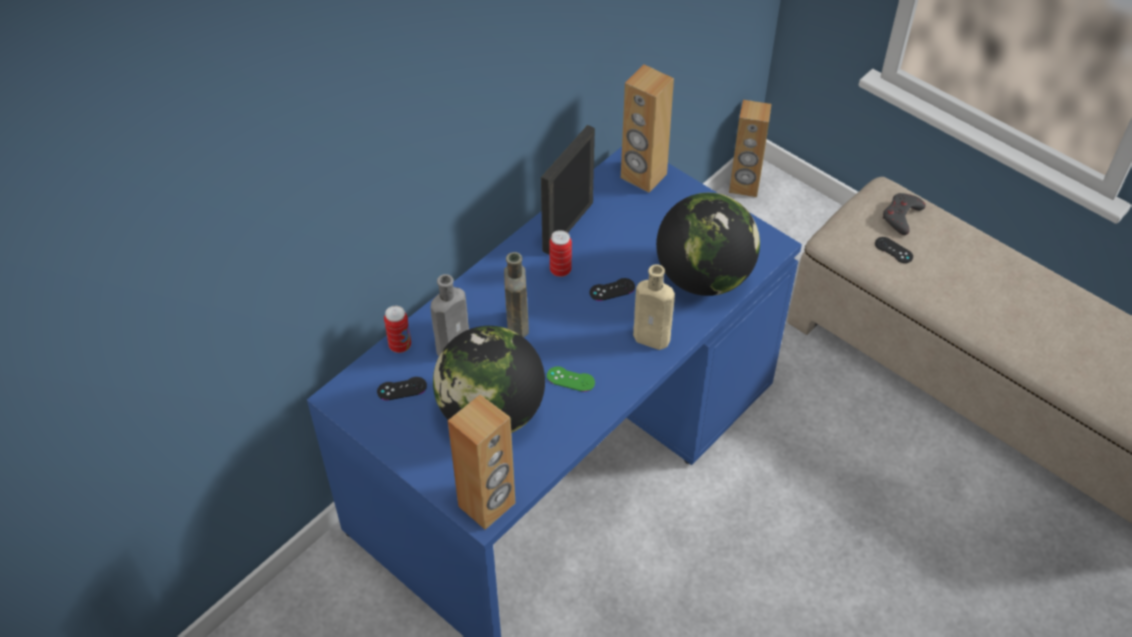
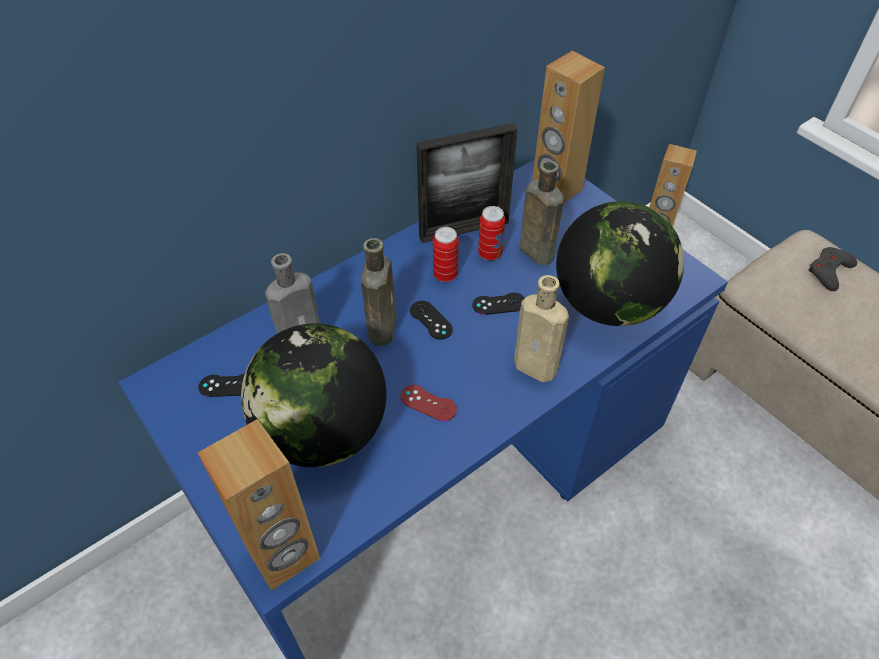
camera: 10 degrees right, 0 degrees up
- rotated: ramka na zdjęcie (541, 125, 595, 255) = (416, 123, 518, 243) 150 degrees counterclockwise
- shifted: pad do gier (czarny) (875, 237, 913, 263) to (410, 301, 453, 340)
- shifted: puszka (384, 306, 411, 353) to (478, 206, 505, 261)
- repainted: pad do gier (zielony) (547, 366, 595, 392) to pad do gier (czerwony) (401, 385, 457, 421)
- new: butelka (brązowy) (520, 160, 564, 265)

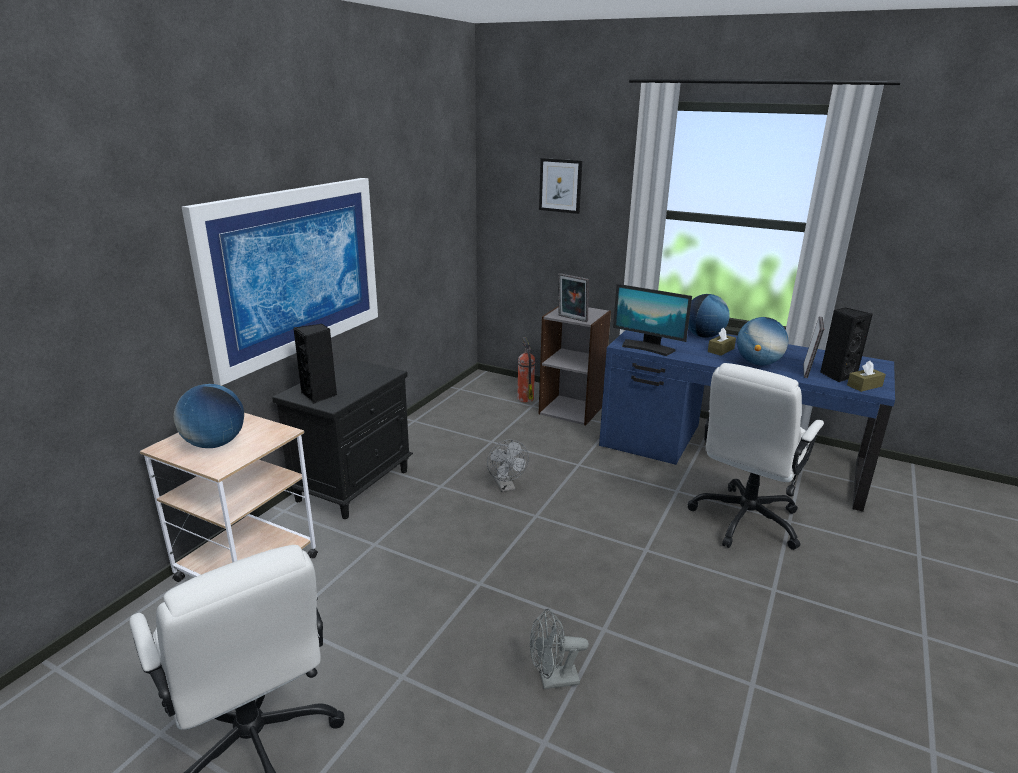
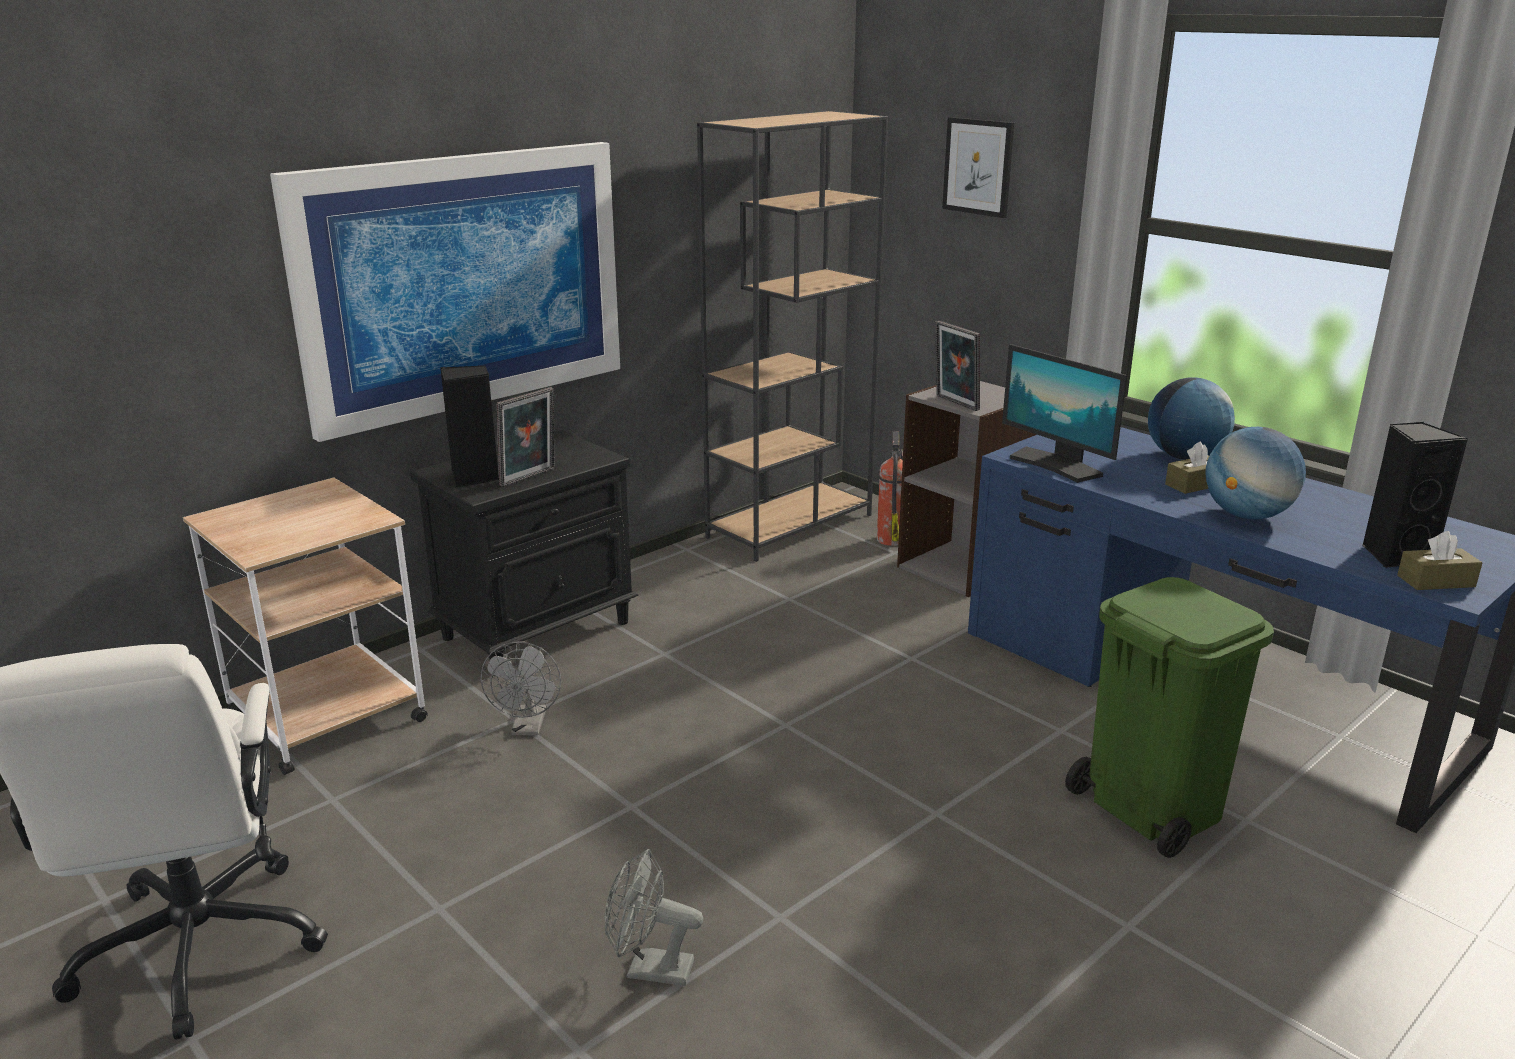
camera: 20 degrees right, 0 degrees up
- shifted: ramka na zdjęcie (803, 316, 824, 378) to (497, 387, 555, 487)
- swapped: krzesło biurowe (biały) (687, 363, 824, 550) to kosz na śmieci (zielony) (1065, 577, 1274, 858)
- gone: globus (174, 384, 244, 448)
- shifted: wentylator (szary) (487, 440, 529, 492) to (480, 641, 561, 735)
- new: regał (697, 111, 888, 562)

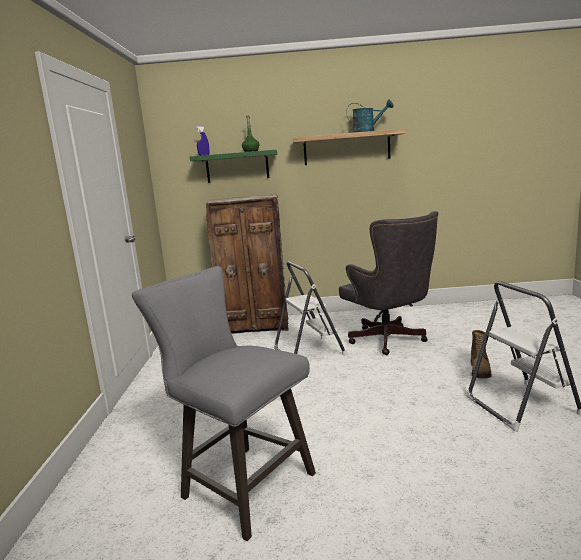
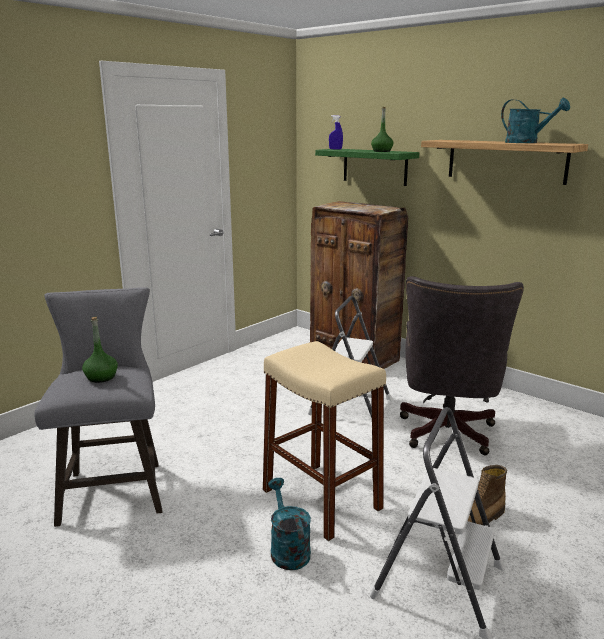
camera: 40 degrees right, 5 degrees up
- new: butelka (zielony) (82, 317, 118, 383)
- new: stołek (beżowy) (263, 341, 386, 541)
- new: konewka (turkusowy) (268, 478, 311, 570)

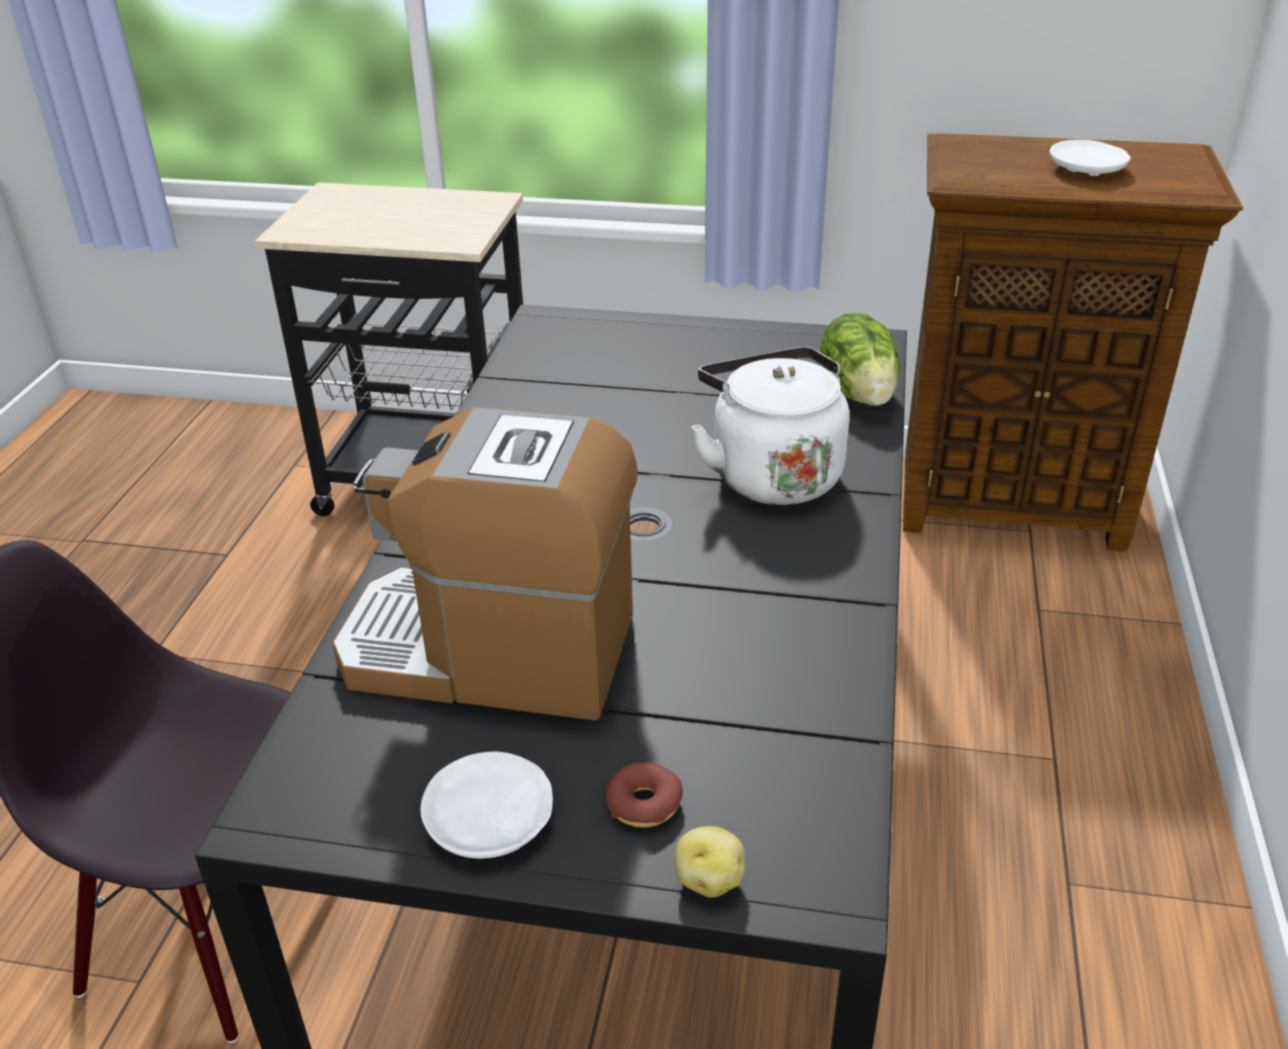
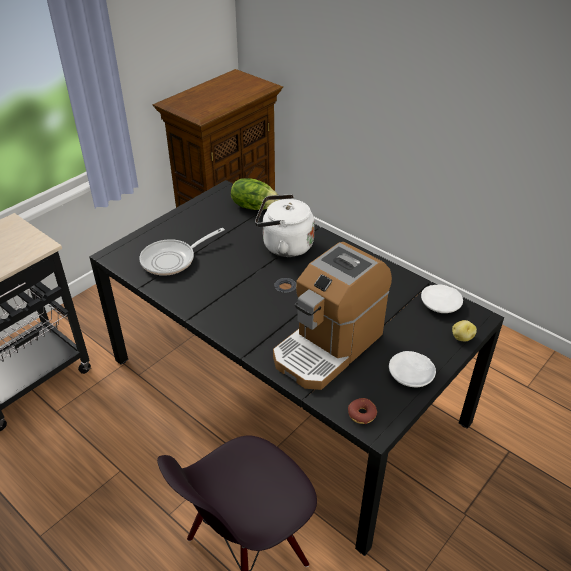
camera: 60 degrees left, 5 degrees up
- shifted: talerz (biały) (1050, 140, 1131, 176) to (421, 285, 463, 313)
- shifted: donut (606, 762, 683, 828) to (348, 398, 377, 424)
- new: patelnia (139, 228, 225, 276)

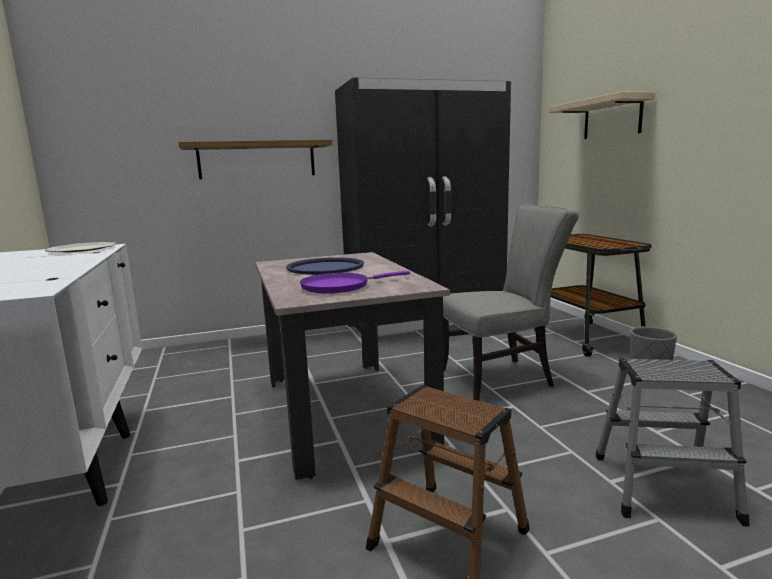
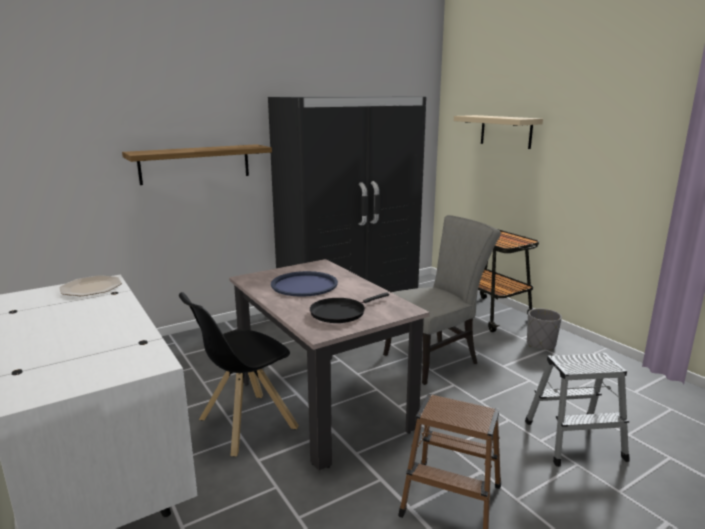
camera: 15 degrees left, 5 degrees up
- repainted: patelnia (fioletowy) (300, 271, 410, 294) to patelnia (czarny) (310, 292, 389, 323)
- new: krzesło (czarny) (179, 292, 299, 456)

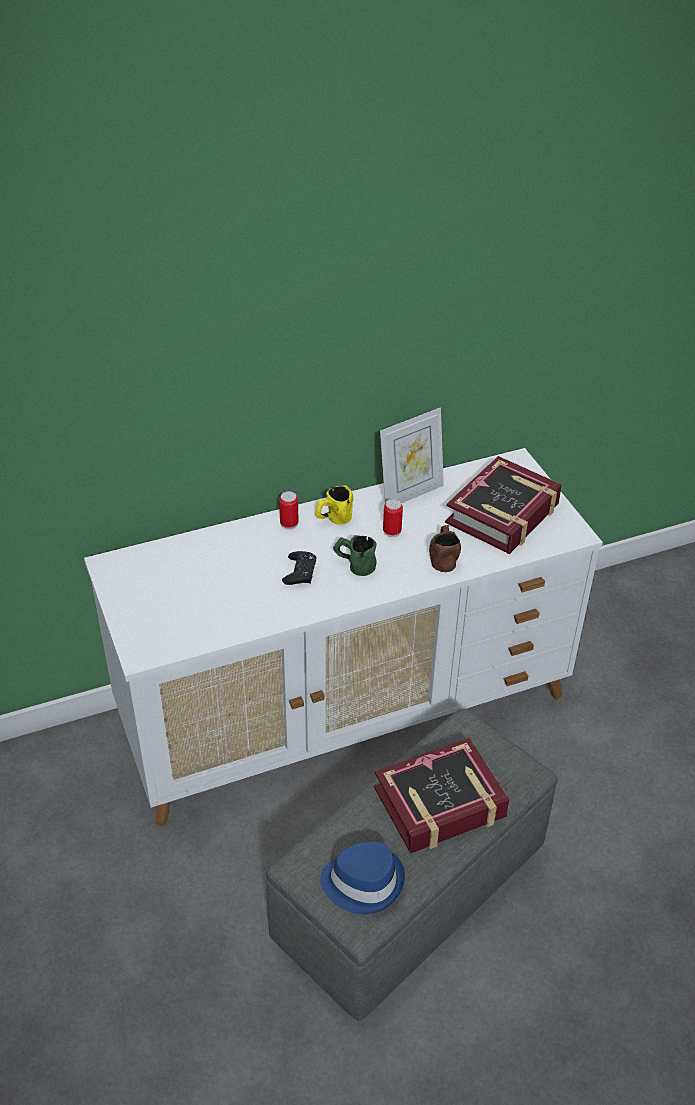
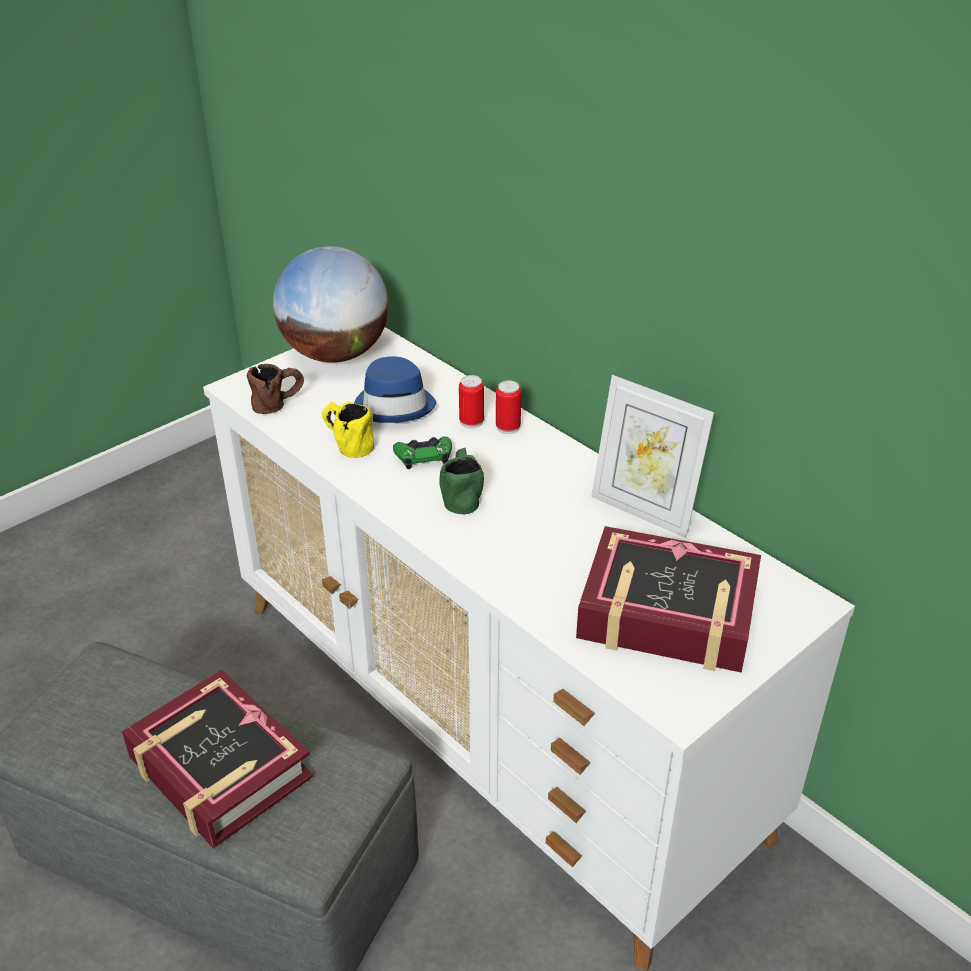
camera: 70 degrees right, 5 degrees down
- shifted: kubek (żółty) (316, 485, 354, 525) to (322, 402, 374, 458)
- shifted: puszka (383, 499, 403, 537) to (459, 375, 484, 428)
- shifted: kubek (brązowy) (429, 525, 461, 572) to (247, 364, 304, 414)
- repainted: pad do gier (czarny) (282, 551, 316, 585) to pad do gier (zielony) (393, 436, 452, 469)
- shifted: kapelusz (niebieski) (320, 842, 405, 914) to (354, 356, 436, 423)
- new: globus (273, 246, 389, 363)

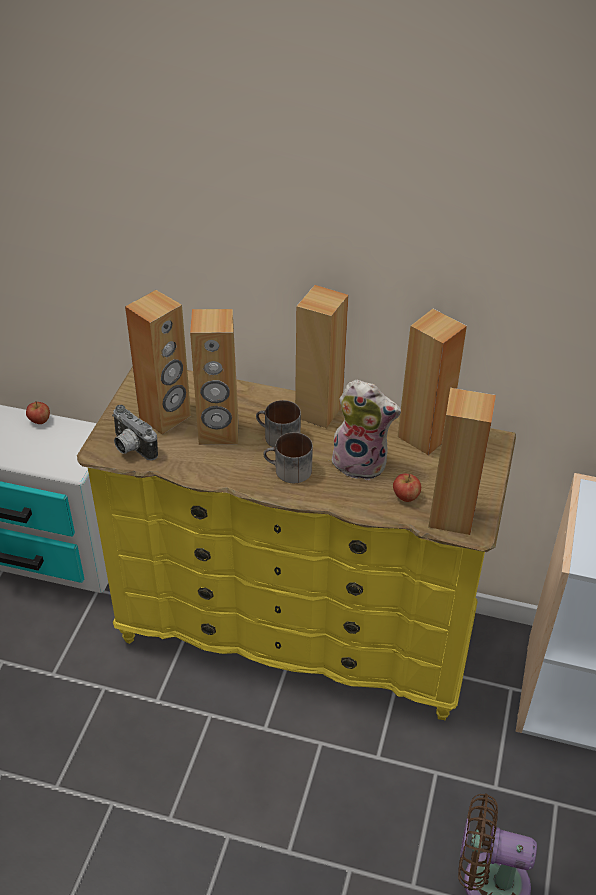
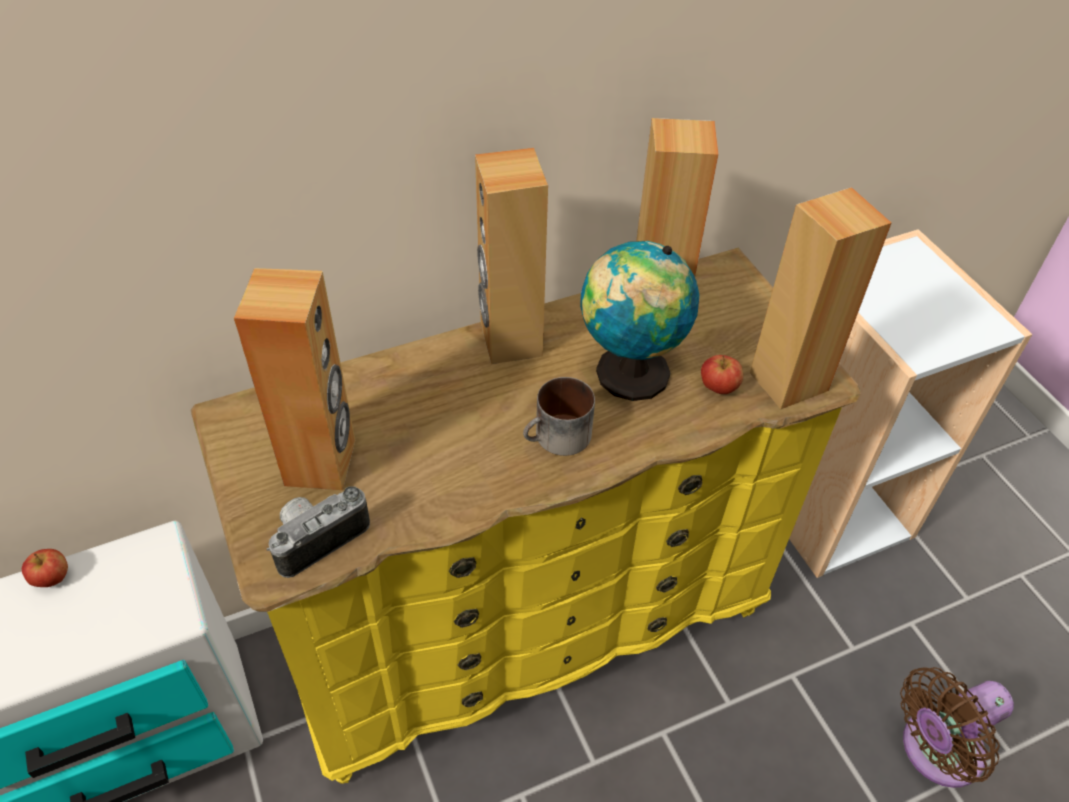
camera: 40 degrees left, 5 degrees up
- gone: głośnik (brązowy) (190, 309, 238, 445)
- swapped: pluszak (332, 380, 401, 480) to globus (580, 241, 699, 401)
- gone: kubek (256, 400, 301, 447)
- rotated: aparat fotograficzny (112, 405, 158, 460) = (267, 486, 370, 578) 135 degrees clockwise

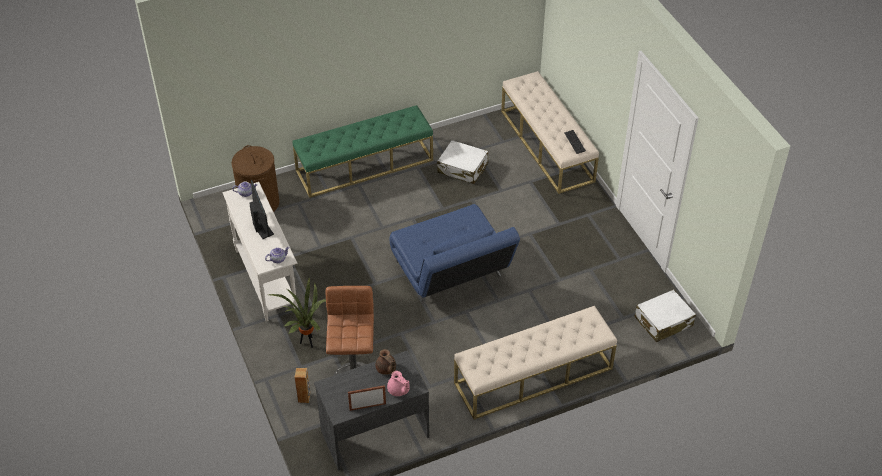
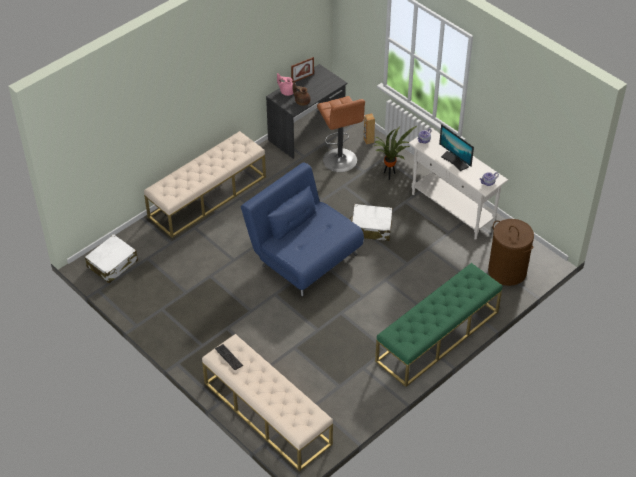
camera: 160 degrees right, 0 degrees up
- shifted: walizka (biały) (437, 140, 488, 184) to (350, 204, 392, 241)

